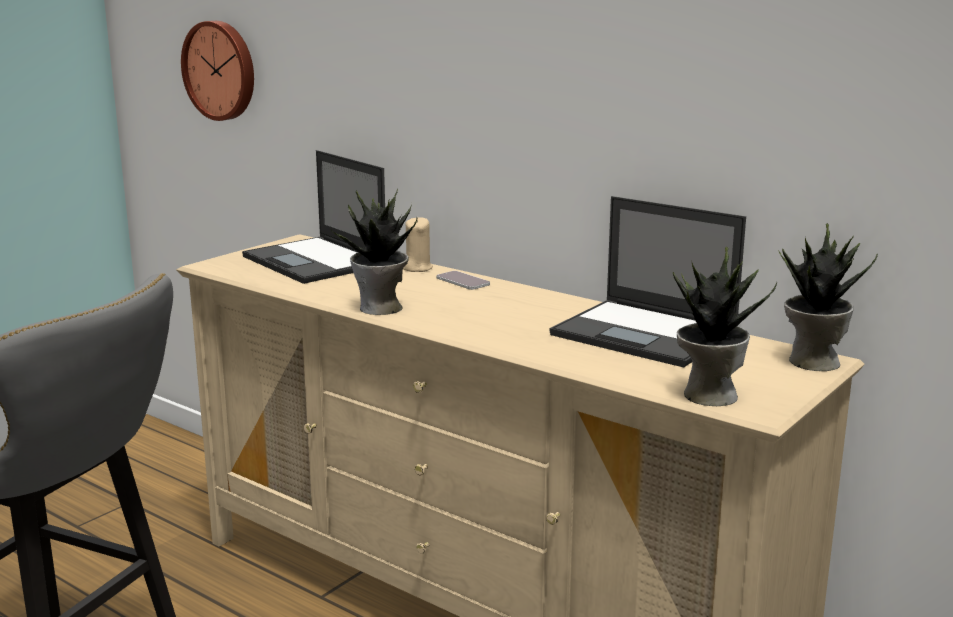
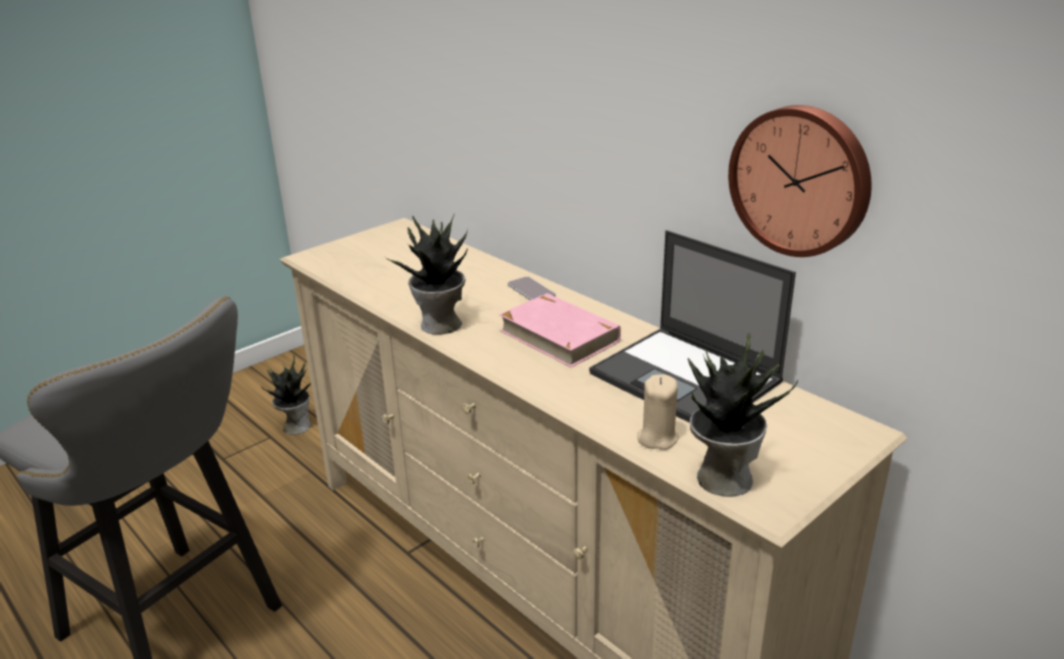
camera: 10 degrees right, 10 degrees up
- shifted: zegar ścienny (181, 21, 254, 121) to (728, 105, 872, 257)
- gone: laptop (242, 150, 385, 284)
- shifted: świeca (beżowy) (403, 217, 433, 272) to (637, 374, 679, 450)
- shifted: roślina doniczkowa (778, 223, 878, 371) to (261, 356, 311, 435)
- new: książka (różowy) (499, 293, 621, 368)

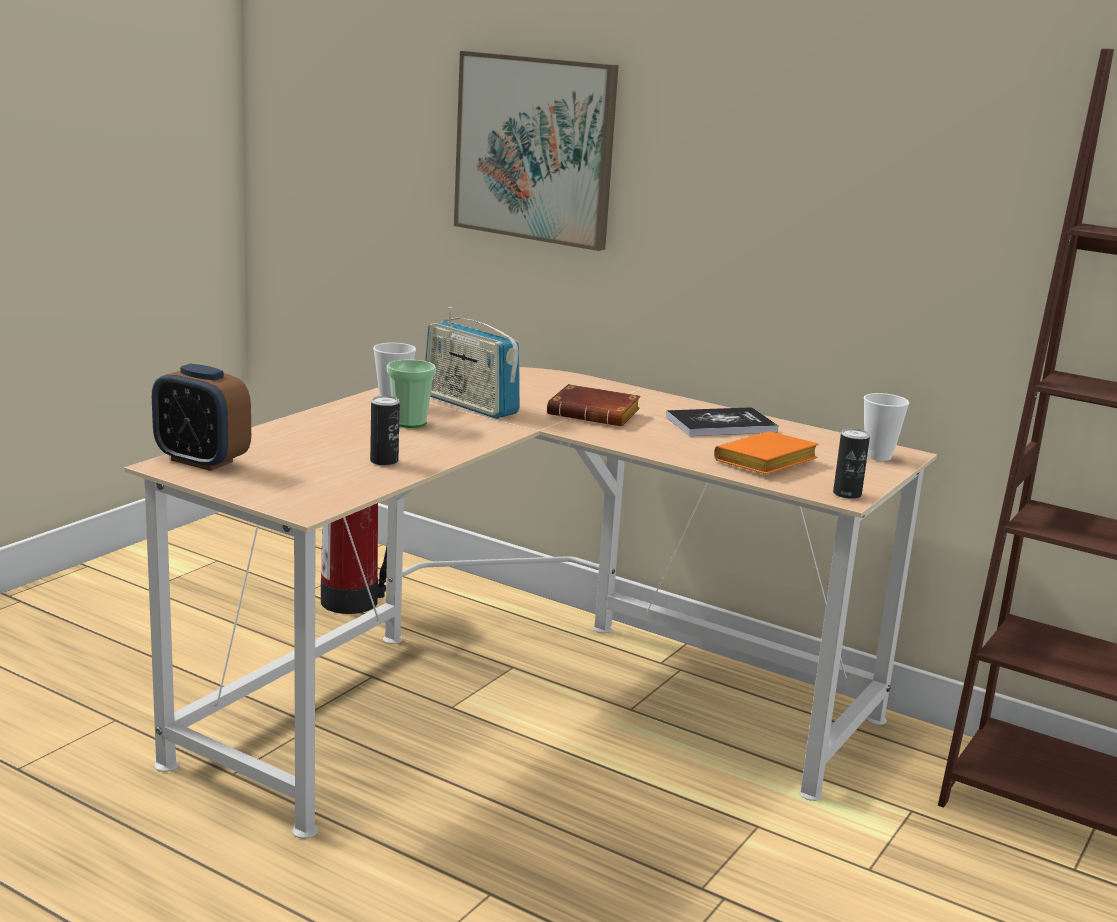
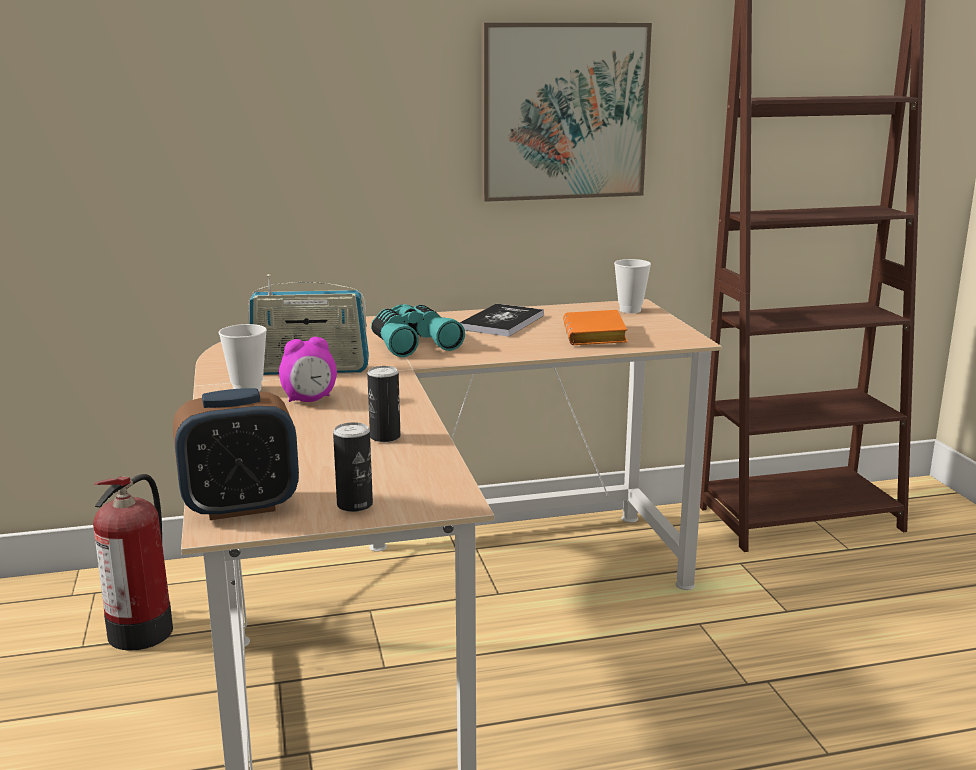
camera: 45 degrees left, 0 degrees up
- shifted: obraz (454, 51, 619, 251) to (481, 23, 652, 202)
- swapped: filiżanka (387, 360, 436, 428) to budzik (279, 337, 337, 402)
- swapped: książka (brązowy) (547, 384, 641, 426) to lornetka (turkusowy) (371, 304, 465, 357)
- shifted: puszka (833, 429, 870, 499) to (333, 422, 373, 512)

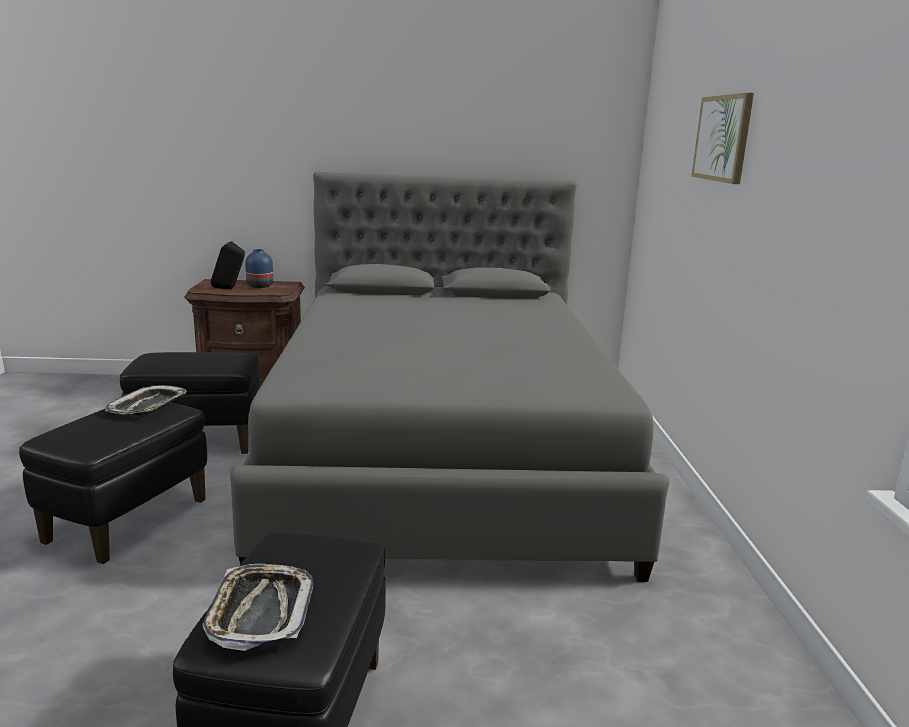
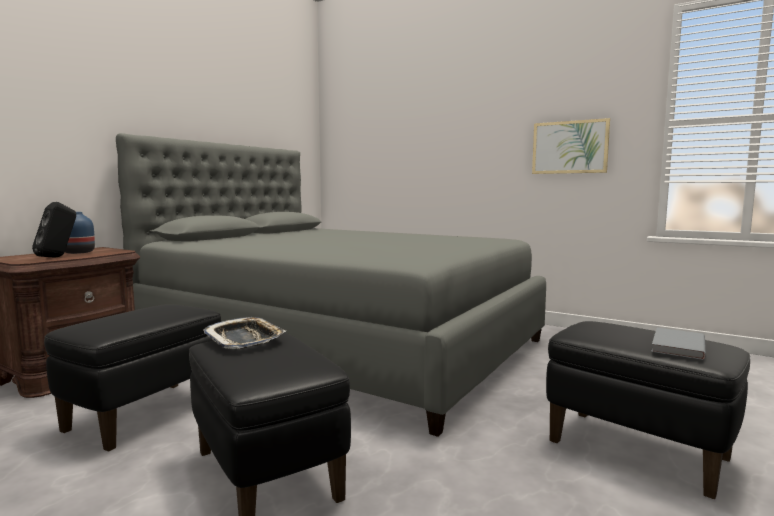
camera: 55 degrees left, 10 degrees down
- shifted: obraz (692, 93, 754, 184) to (532, 118, 610, 174)
- swapped: taca (203, 564, 313, 651) to książka (szary) (651, 328, 706, 360)

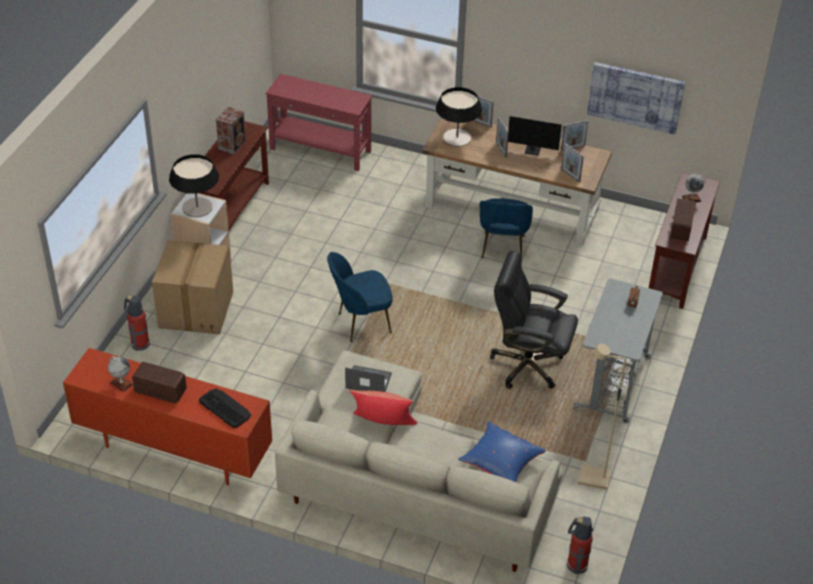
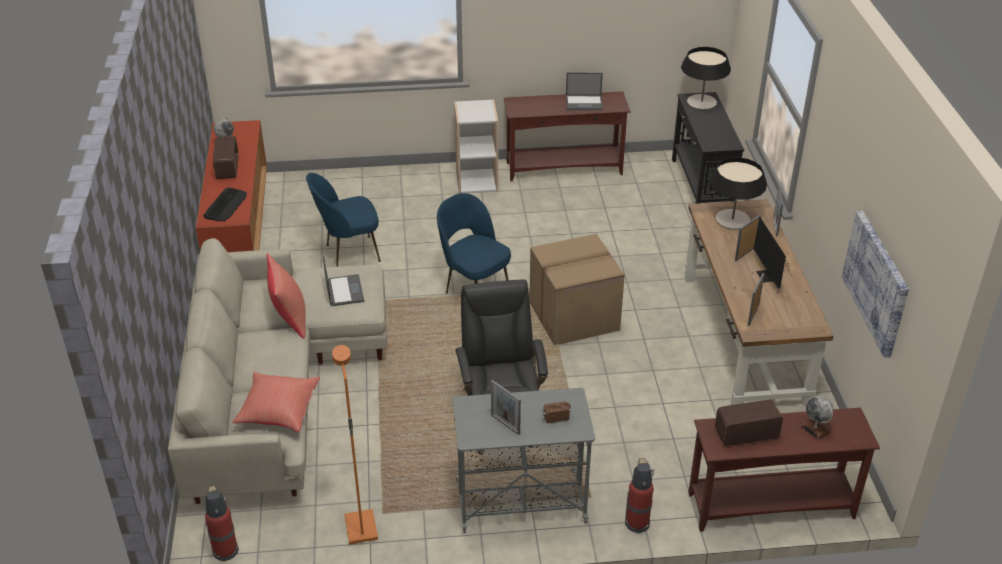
camera: 65 degrees right, 5 degrees down
- repainted: stolik konsolowy (czerwony) (266, 74, 372, 171) to stolik konsolowy (czarny) (672, 92, 744, 204)
- swapped: głośnik (216, 107, 246, 154) to laptop (566, 73, 603, 110)
- shifted: ramka na zdjęcie (561, 120, 589, 151) to (491, 380, 521, 435)
- shifted: lampa stołowa (169, 154, 219, 217) to (681, 47, 731, 110)
- shifted: krzesło (niebieski) (480, 198, 533, 262) to (306, 173, 381, 267)
- shifted: karton (152, 240, 233, 335) to (529, 234, 625, 345)
- shifted: gaśnica (124, 295, 150, 351) to (625, 458, 654, 533)
- repainted: lampa stojąca (beżowy) (578, 344, 627, 490) to lampa stojąca (pomarańczowy) (332, 345, 378, 545)
- repainted: poduszka (niebieski) (458, 421, 546, 482) to poduszka (czerwony) (232, 372, 320, 432)

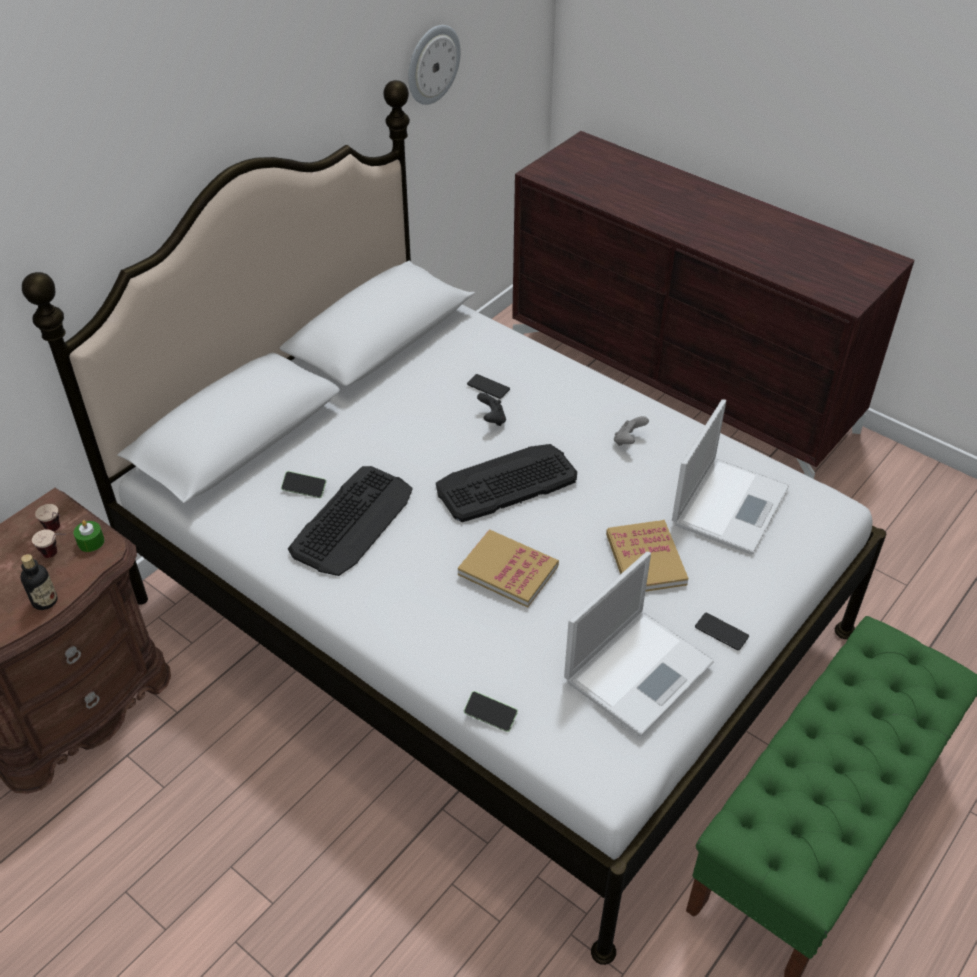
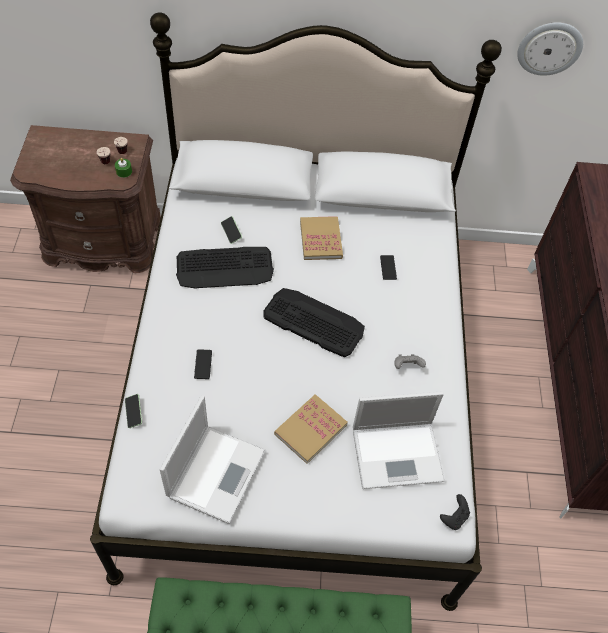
camera: 50 degrees right, 10 degrees up
- shifted: pad do gier (czarny) (477, 393, 506, 426) to (440, 494, 470, 530)
- shifted: książka (458, 530, 559, 608) to (300, 216, 343, 260)
- rotated: laptop (564, 552, 715, 737) = (159, 395, 265, 524) 75 degrees counterclockwise
- gone: butelka (20, 554, 58, 610)
- shifted: telefon (695, 613, 749, 650) to (194, 349, 212, 379)

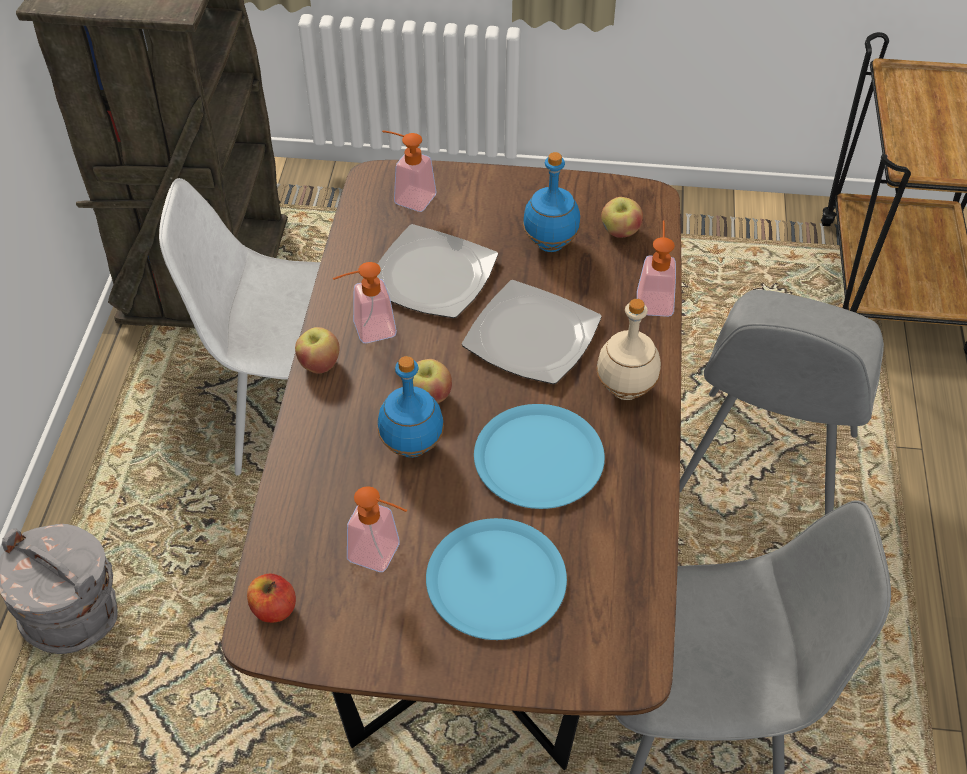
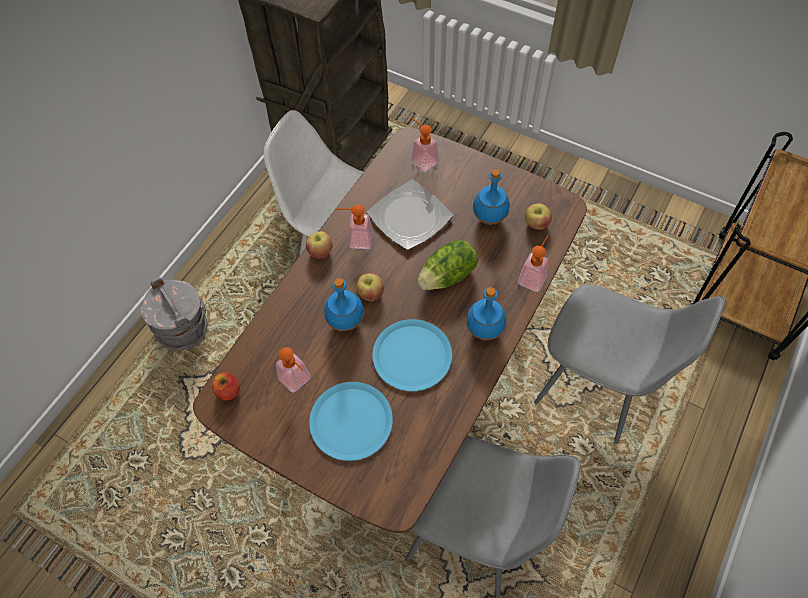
camera: 25 degrees right, 10 degrees up
- swapped: talerz (462, 280, 602, 384) to sałata (417, 240, 478, 290)
- rotated: krzesło (szary) (679, 290, 884, 515) = (534, 284, 725, 444) 105 degrees counterclockwise
- repainted: butelka (beżowy) (596, 299, 661, 400) to butelka (niebieski) (466, 287, 506, 340)

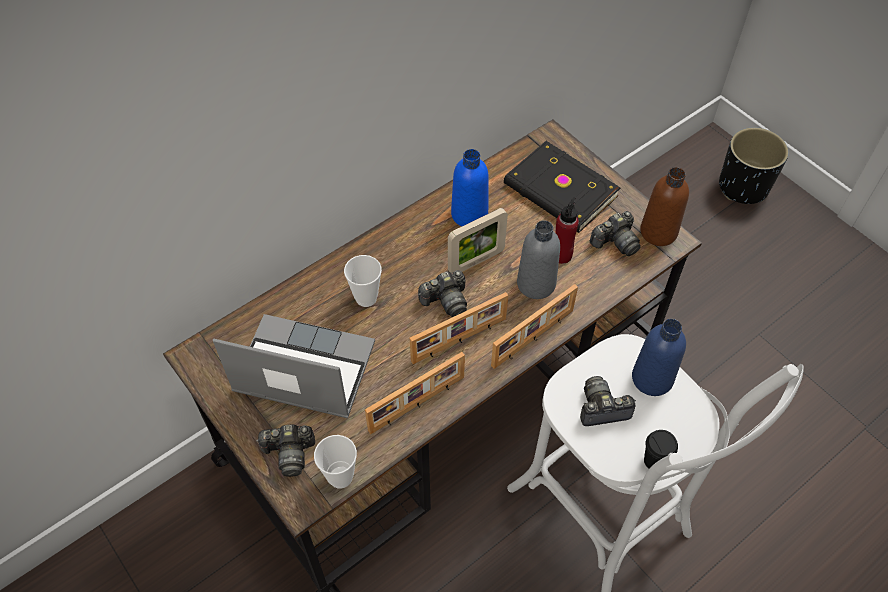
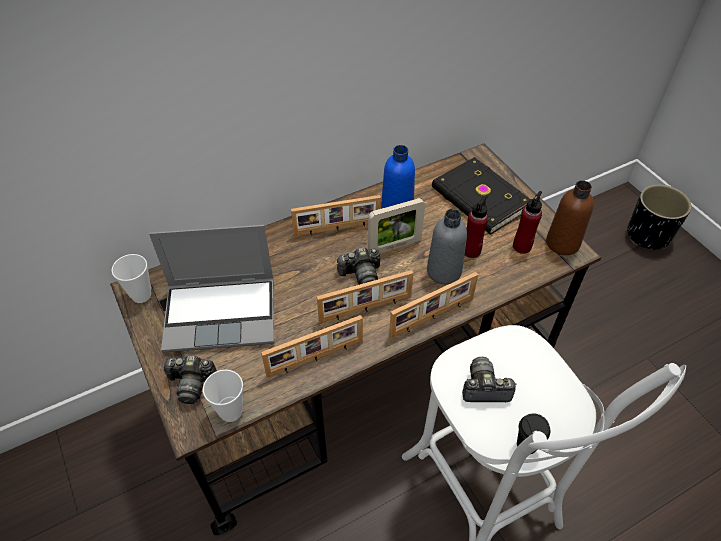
camera: 10 degrees right, 5 degrees down
- swapped: aparat fotograficzny (590, 211, 641, 256) to butelka (czerwony) (513, 191, 542, 254)
- shifted: filiżanka (344, 255, 382, 307) to (112, 254, 151, 303)
- rotated: laptop (213, 314, 375, 418) = (149, 225, 274, 353) 150 degrees clockwise
- gone: butelka (niebieski) (632, 319, 686, 396)
- new: ramka na zdjęcie (291, 195, 381, 237)

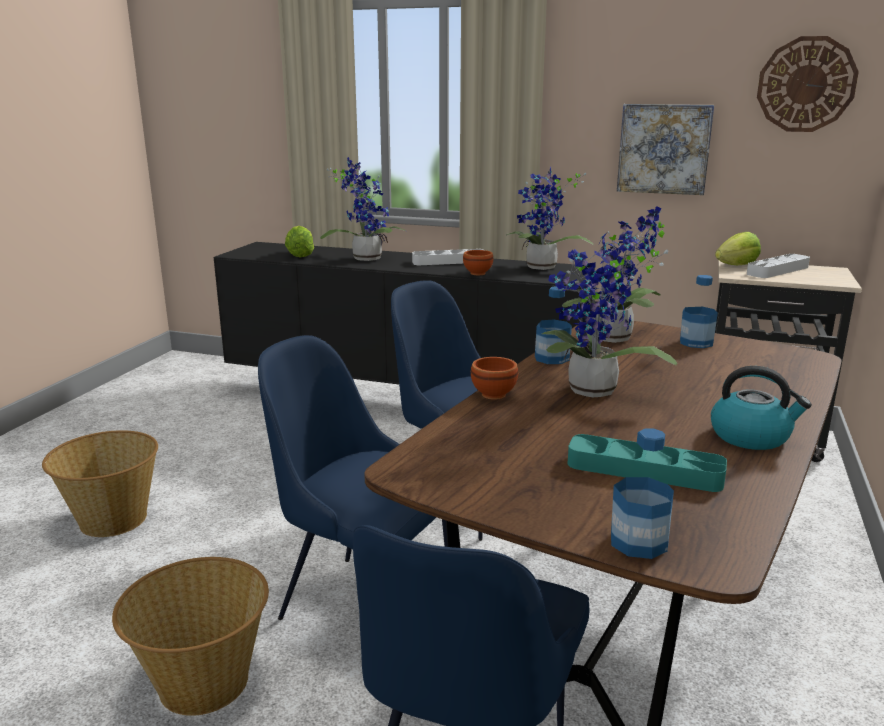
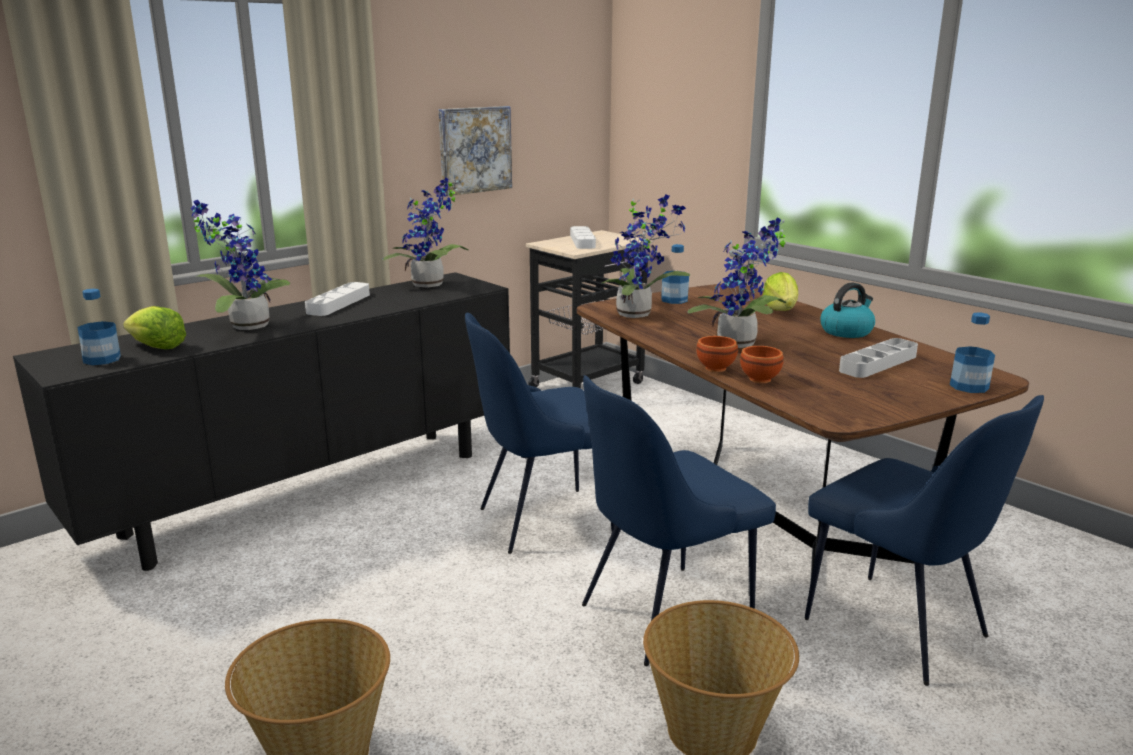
camera: 60 degrees left, 0 degrees up
- gone: zegar ścienny (757, 36, 859, 132)
- shifted: sałata (715, 232, 761, 265) to (763, 272, 798, 311)
- shifted: miska (brązowy) (463, 250, 493, 275) to (740, 346, 784, 383)
- shifted: butelka (535, 286, 572, 364) to (78, 289, 121, 365)
- repainted: taca (turkusowy) (568, 434, 727, 492) to taca (szary) (839, 338, 918, 378)

